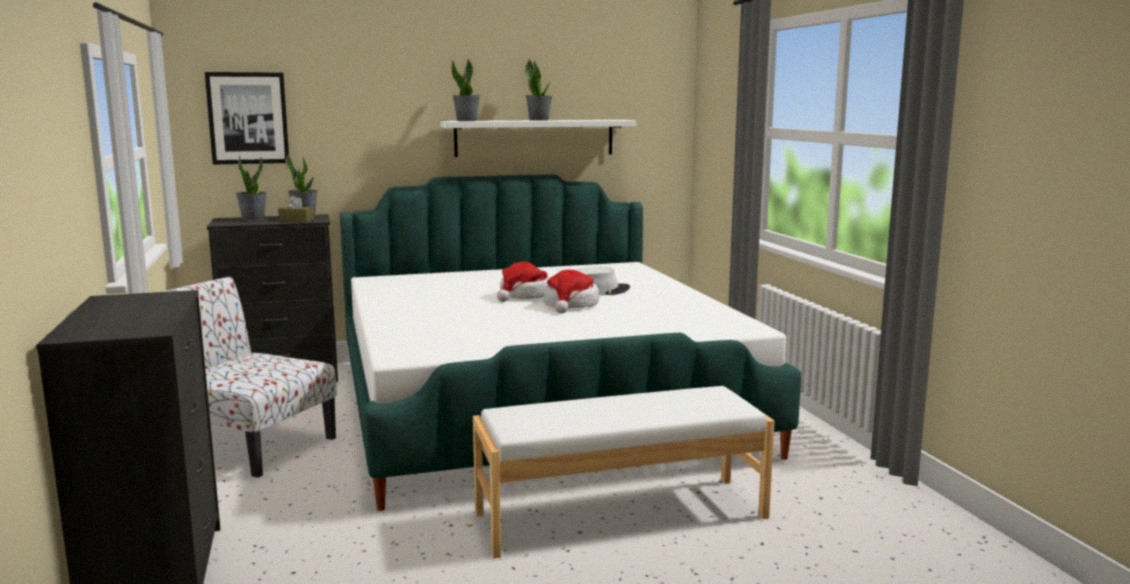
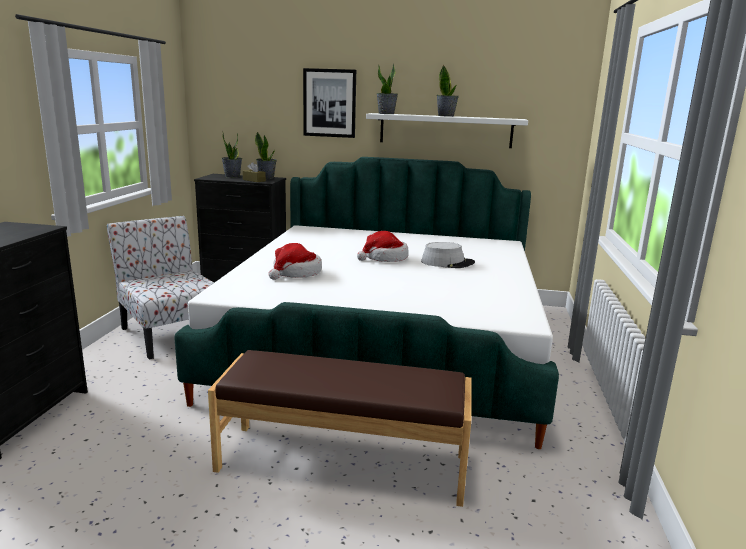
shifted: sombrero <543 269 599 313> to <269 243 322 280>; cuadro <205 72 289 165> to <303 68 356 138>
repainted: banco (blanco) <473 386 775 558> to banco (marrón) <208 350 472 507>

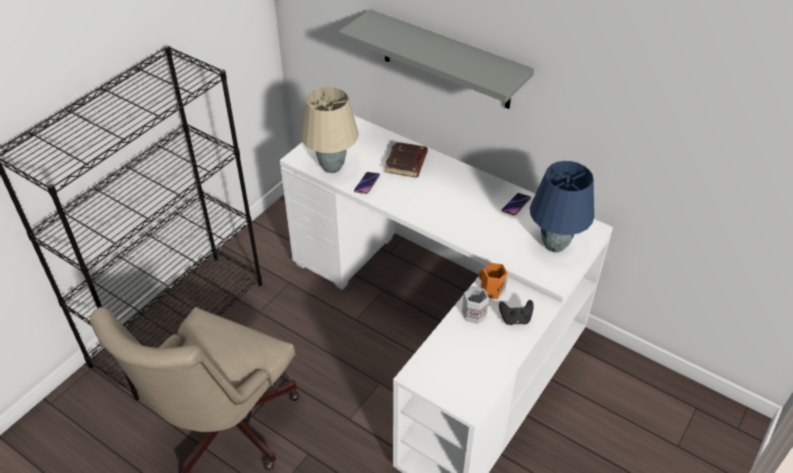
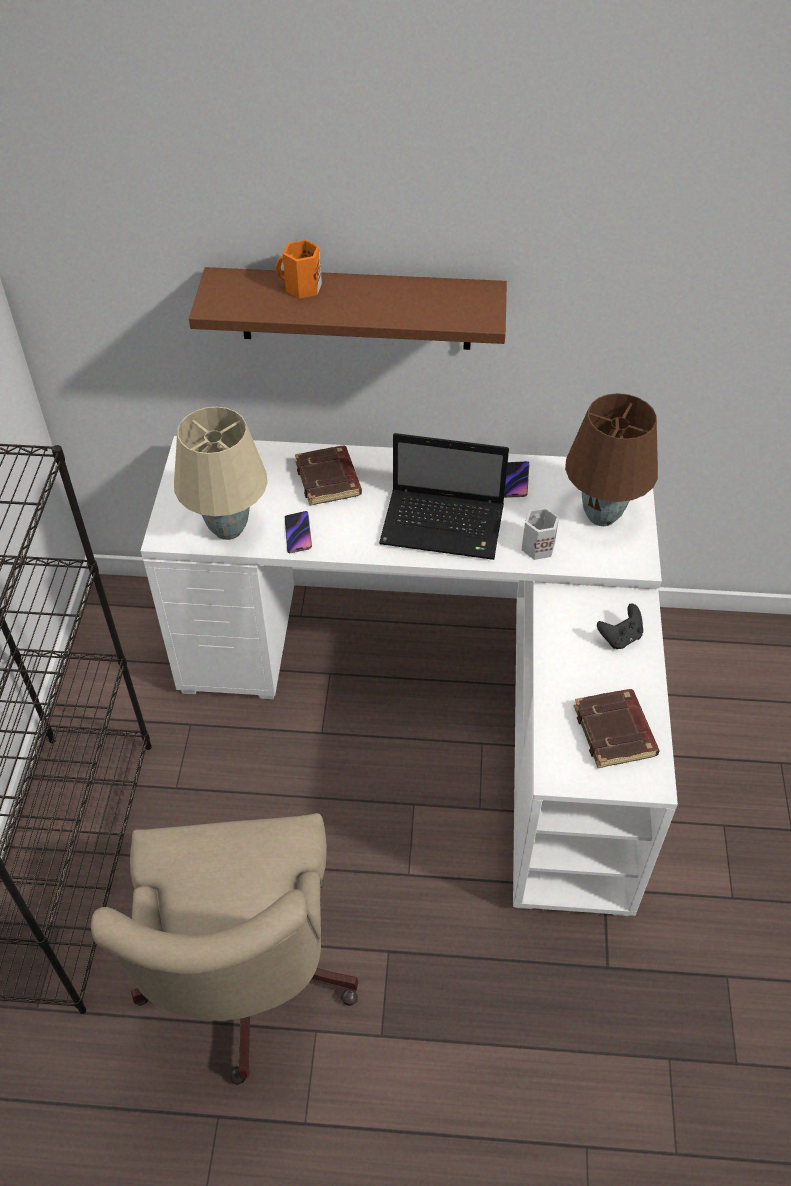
new: portátil <379 433 509 560>; libro (marrón) <574 689 660 768>
shifted: taza grande (naranja) <479 263 508 299> to <275 240 322 299>; taza grande (blanco) <462 286 489 324> to <522 507 559 560>
repainted: estante (gris) <339 9 534 109> to estante (marrón) <189 267 507 350>; lámpara de mesa (azul) <530 161 594 252> to lámpara de mesa (marrón) <565 393 658 526>

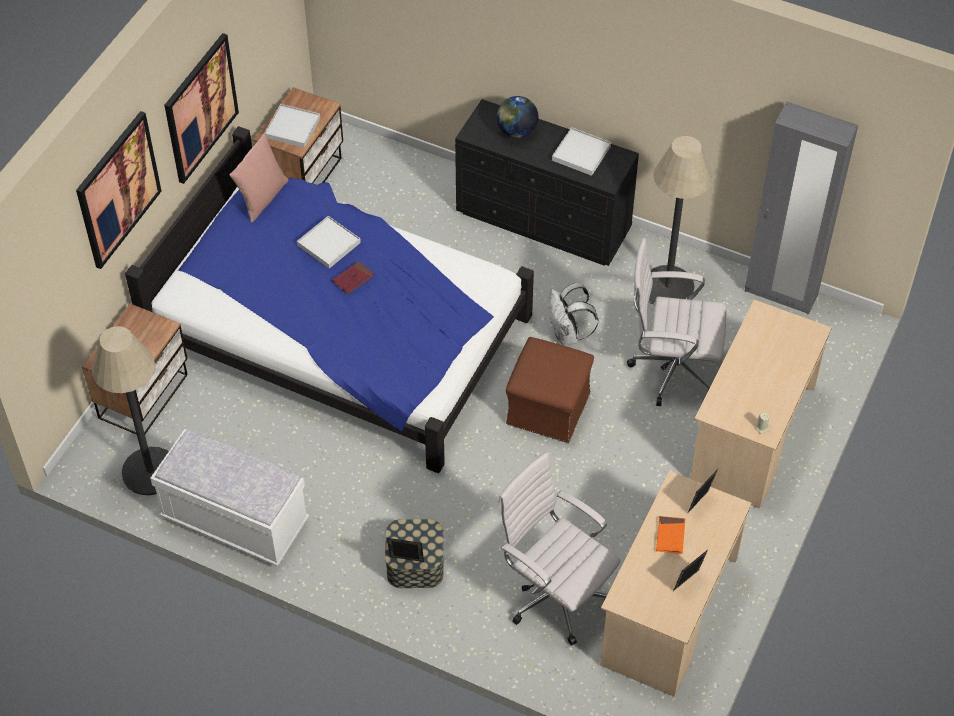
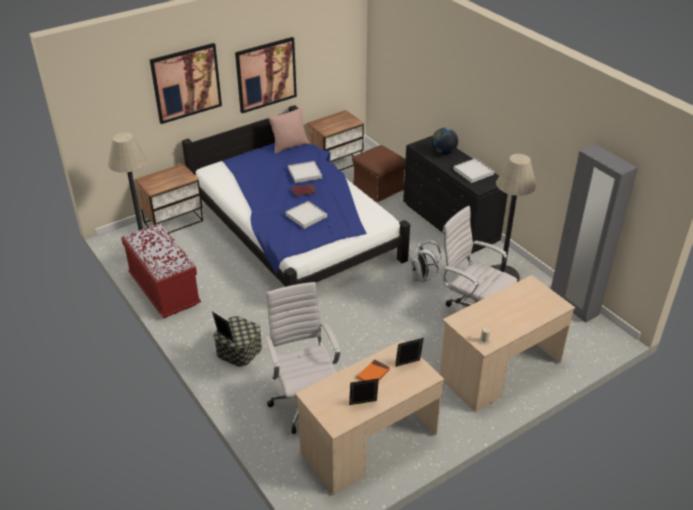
shifted: bandeja (blanco) <265 104 320 148> to <285 201 327 229>; puf (marrón) <506 337 594 443> to <352 145 406 203>
repainted: banco (blanco) <150 429 309 566> to banco (rojo) <121 224 201 318>

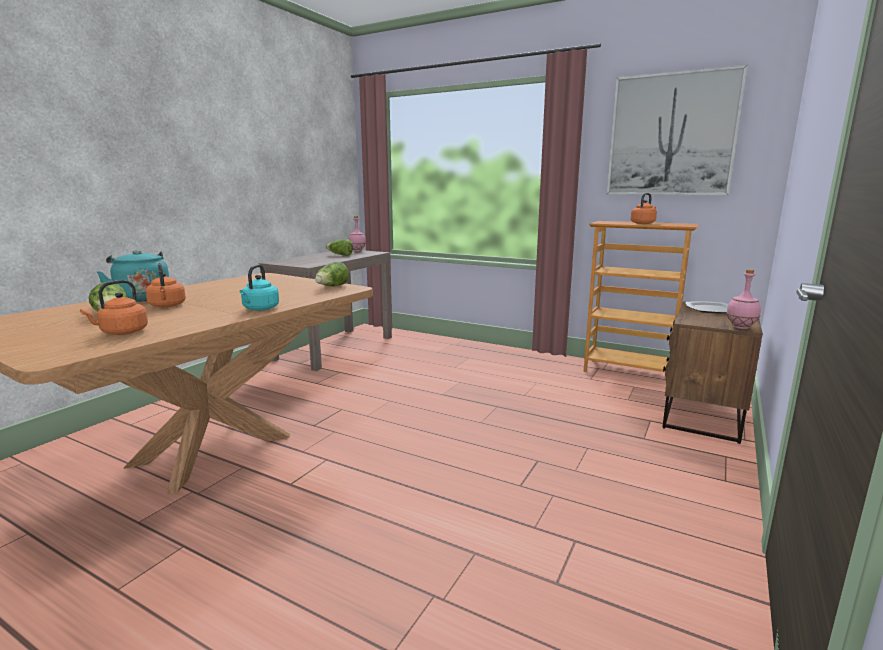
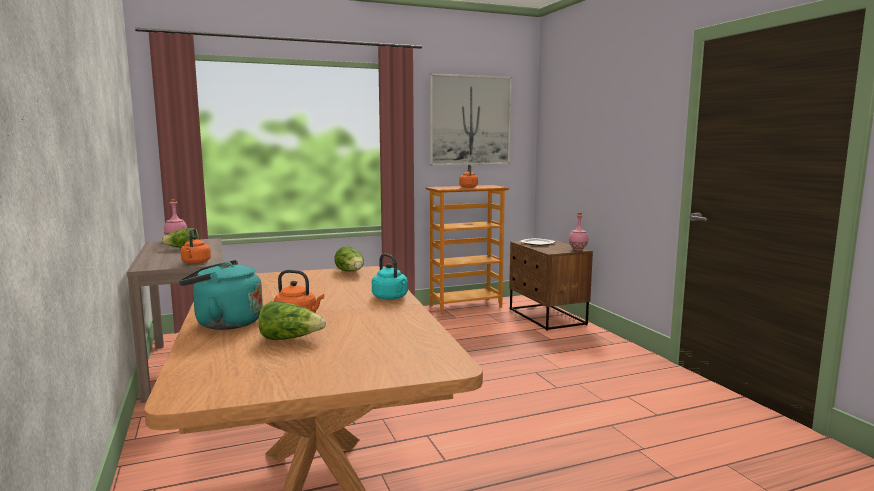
shifted: hervidor (naranja) <80 280 148 335> to <180 228 211 264>

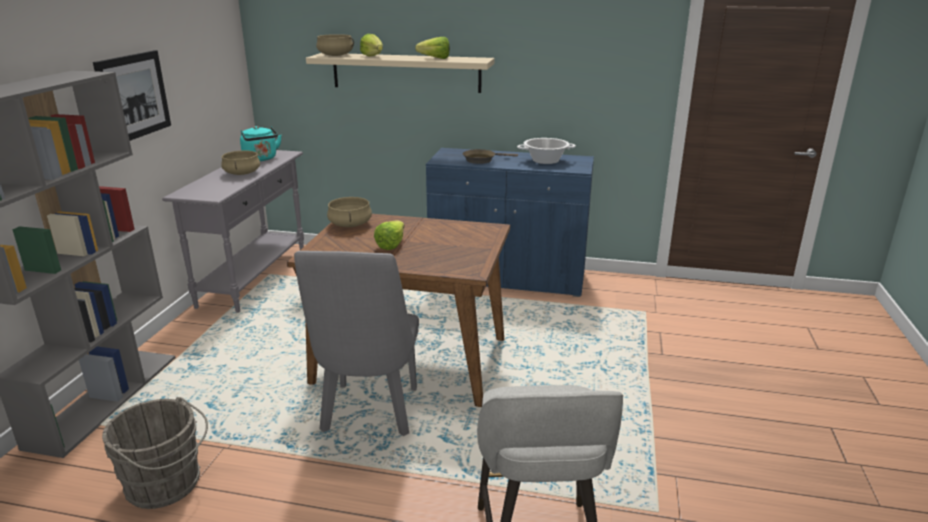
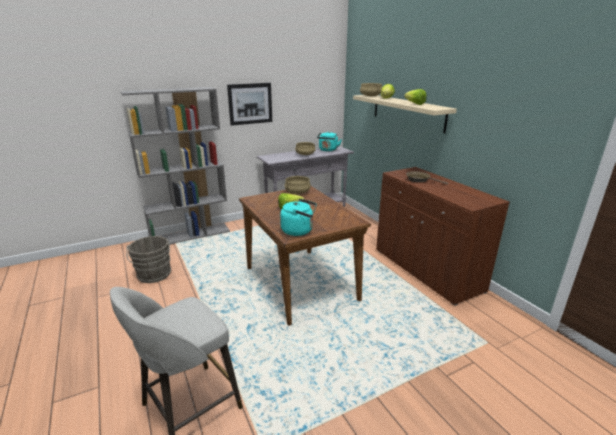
gone: silla (gris) <294 251 419 436>; olla <517 138 576 164>
new: hervidor (turquesa) <280 199 317 236>
repainted: armario (azul) <426 148 594 297> to armario (marrón) <376 167 510 306>

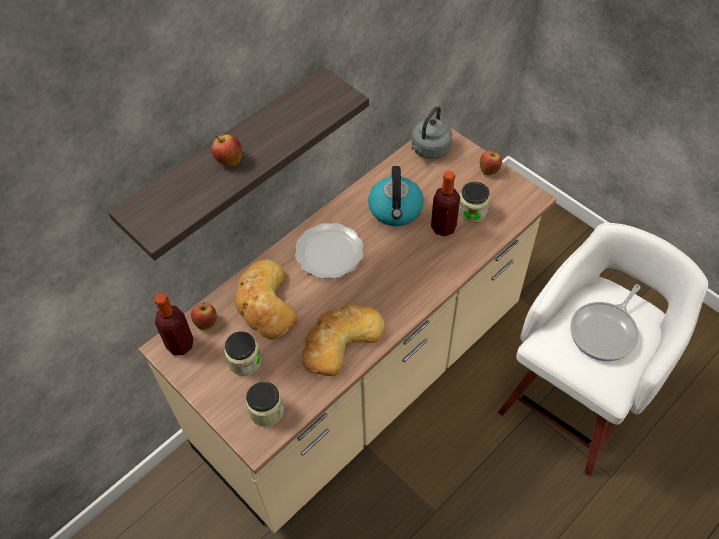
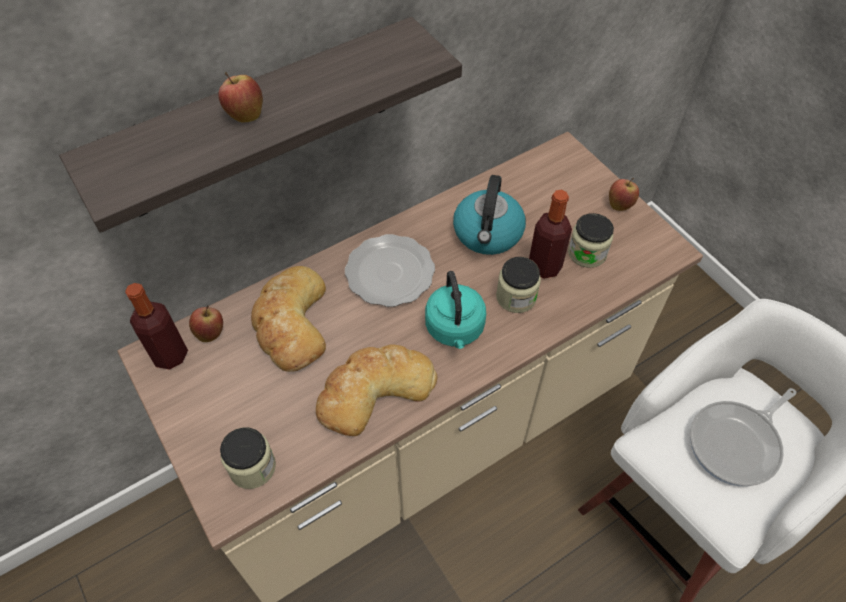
gone: hervidor (gris) <411 106 452 159>
new: hervidor (turquesa) <425 271 486 349>
shifted: tarro <224 331 261 376> to <496 257 541 313>

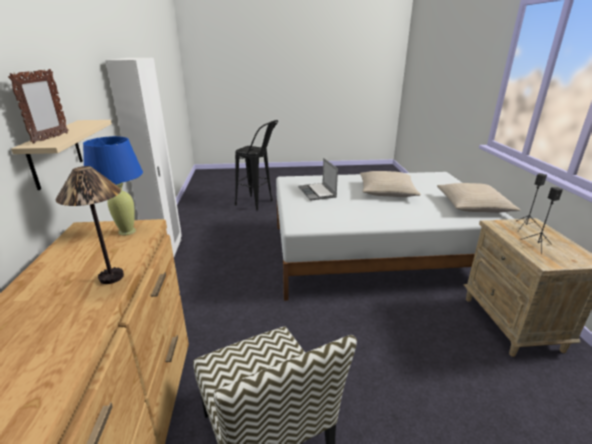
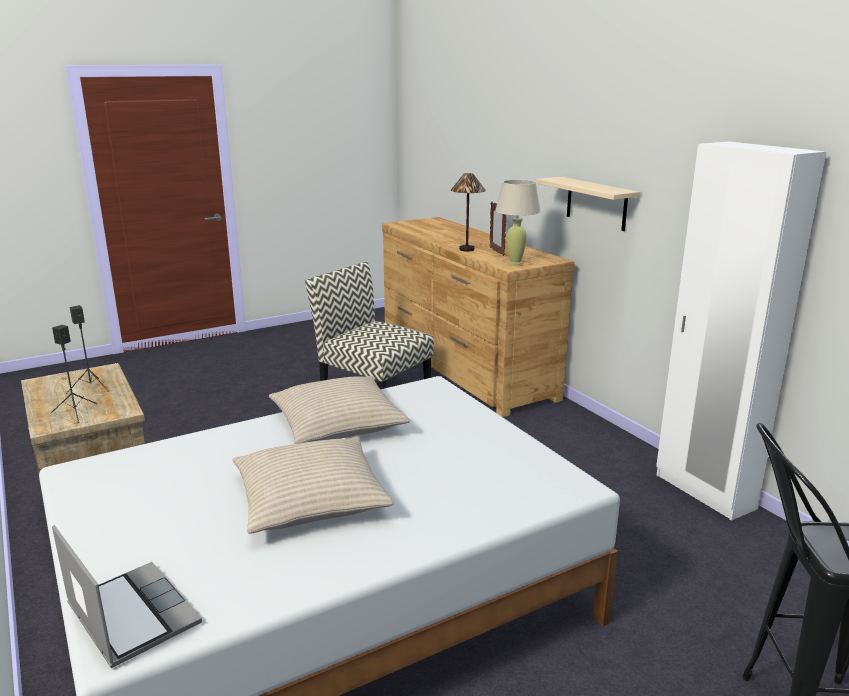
shifted: portátil <298 158 338 201> to <52 525 202 668>; cojín (beis) <437 183 520 213> to <269 376 410 444>; portarretratos <8 69 69 144> to <490 201 506 256>
repainted: lámpara de mesa (azul) <83 136 143 235> to lámpara de mesa (beis) <495 180 541 265>

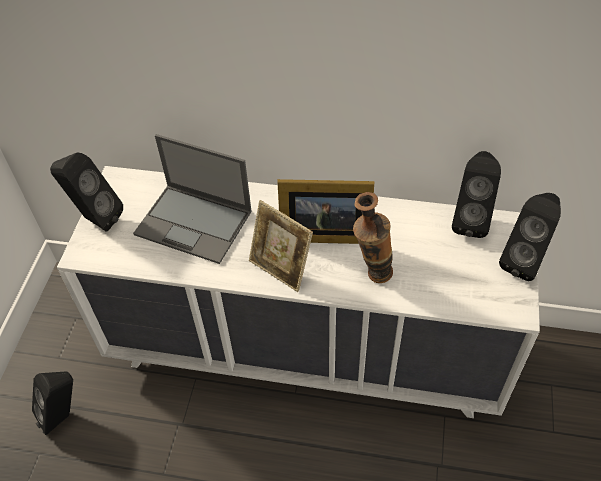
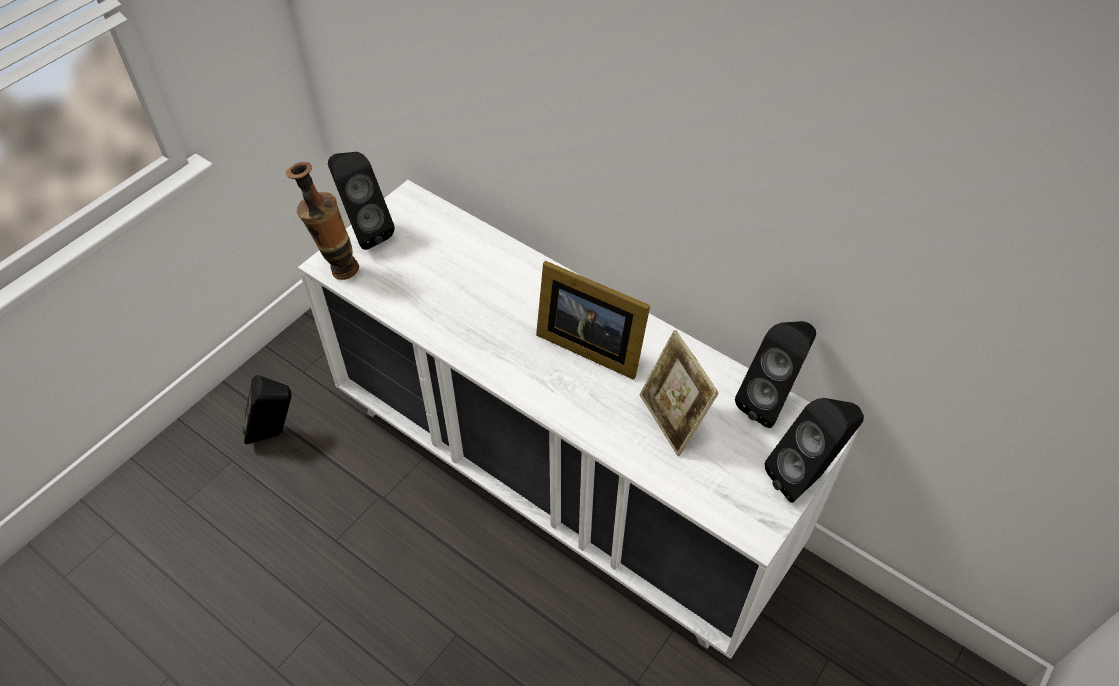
gone: portátil <133 134 252 264>
shifted: florero <353 192 393 283> to <286 162 359 280>; portarretratos <249 200 313 292> to <640 330 719 456>

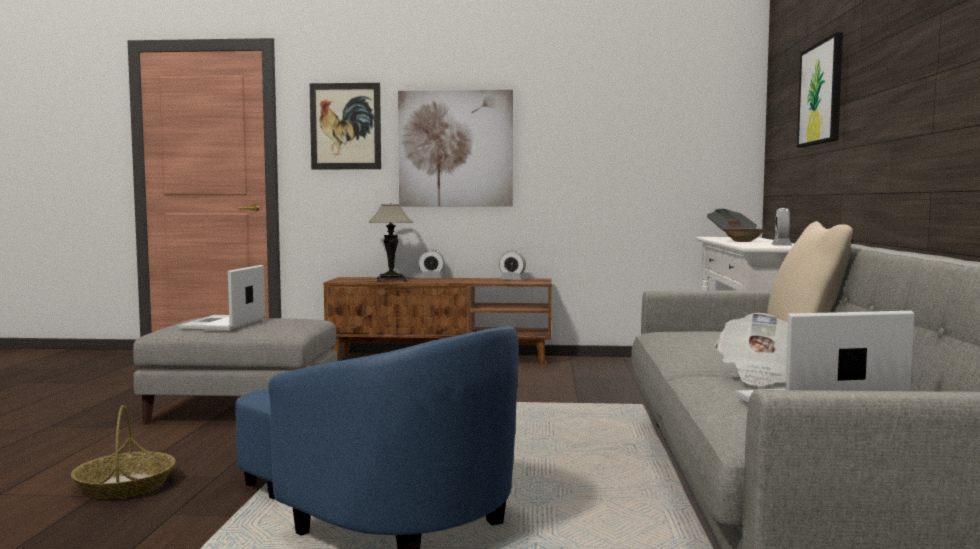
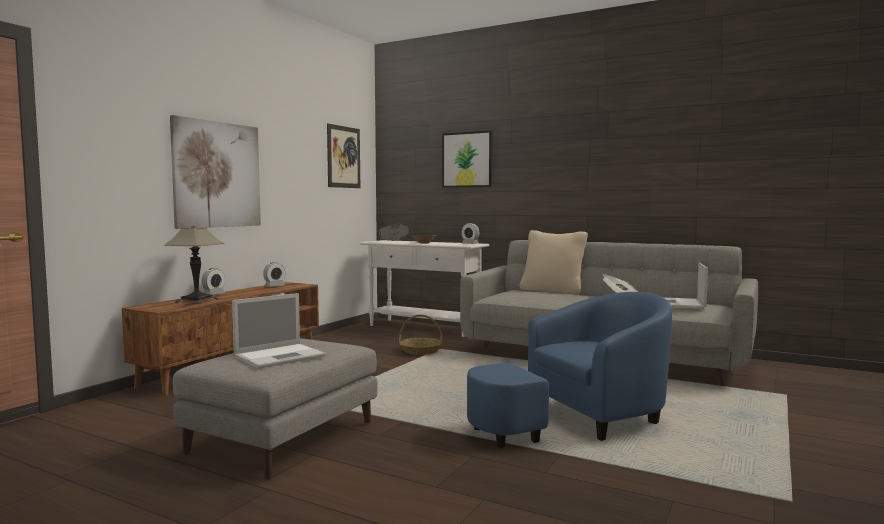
shifted: cuadro <310 83 381 169> to <327 123 360 188>; cesta <71 405 176 499> to <399 314 443 355>
rotated: portátil <178 265 265 330> = <232 293 326 369> 75 degrees counterclockwise

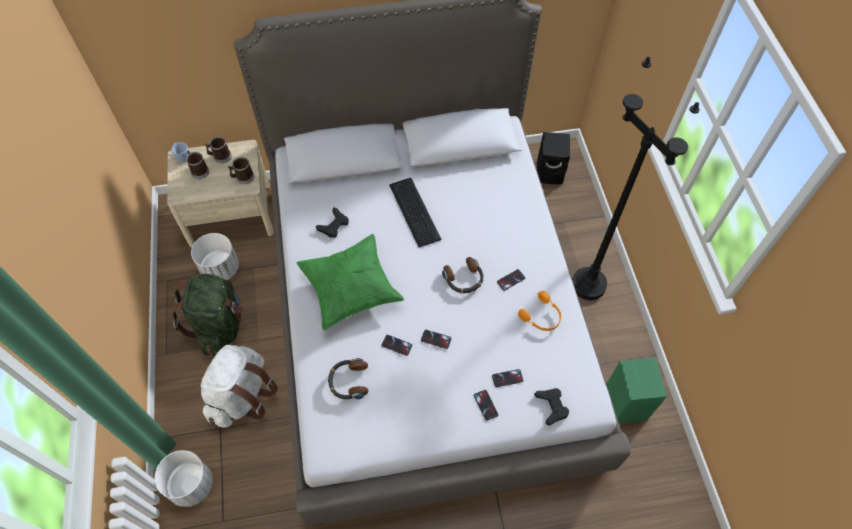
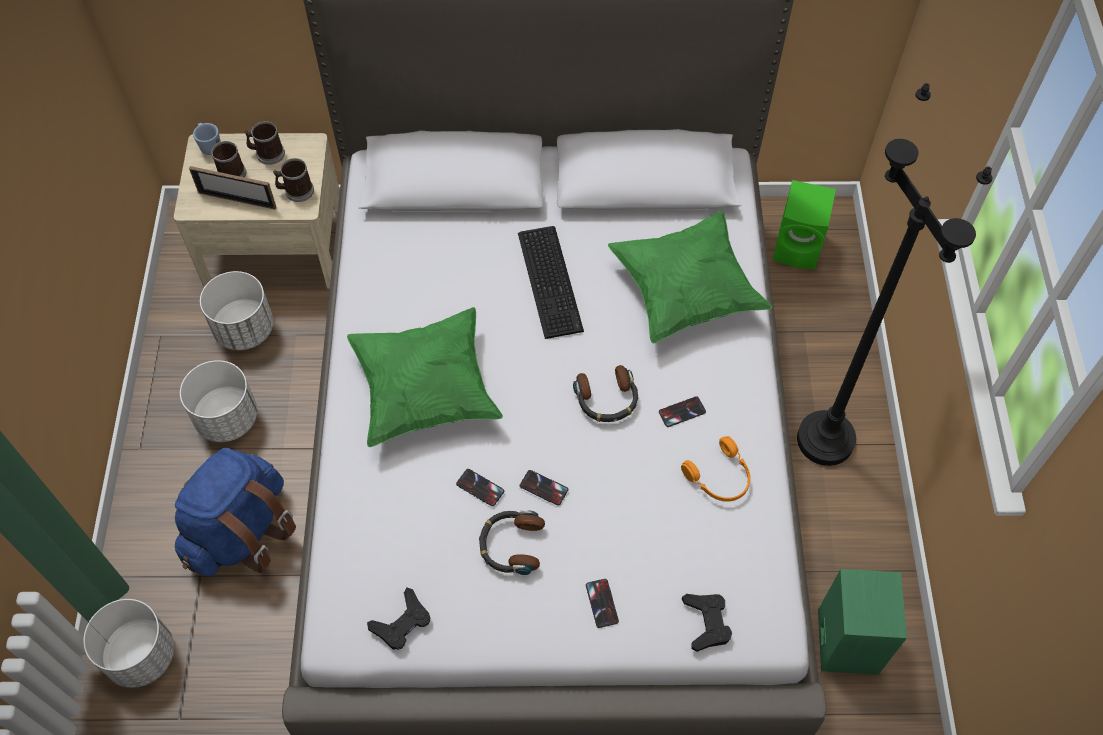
gone: móvil <492 369 524 387>
new: portarretratos <189 166 276 210>; cojín (verde) <608 211 772 343>
shifted: mando de consola (negro) <316 207 349 238> to <367 587 430 650>; auriculares <328 358 368 399> to <479 511 545 575>
swapped: mochila (verde) <173 274 244 356> to maceta (blanco) <180 360 257 442>
repainted: mochila (blanco) <201 345 278 428> to mochila (azul) <174 448 296 576>; altavoz (negro) <537 132 570 184> to altavoz (verde) <773 180 836 269>

